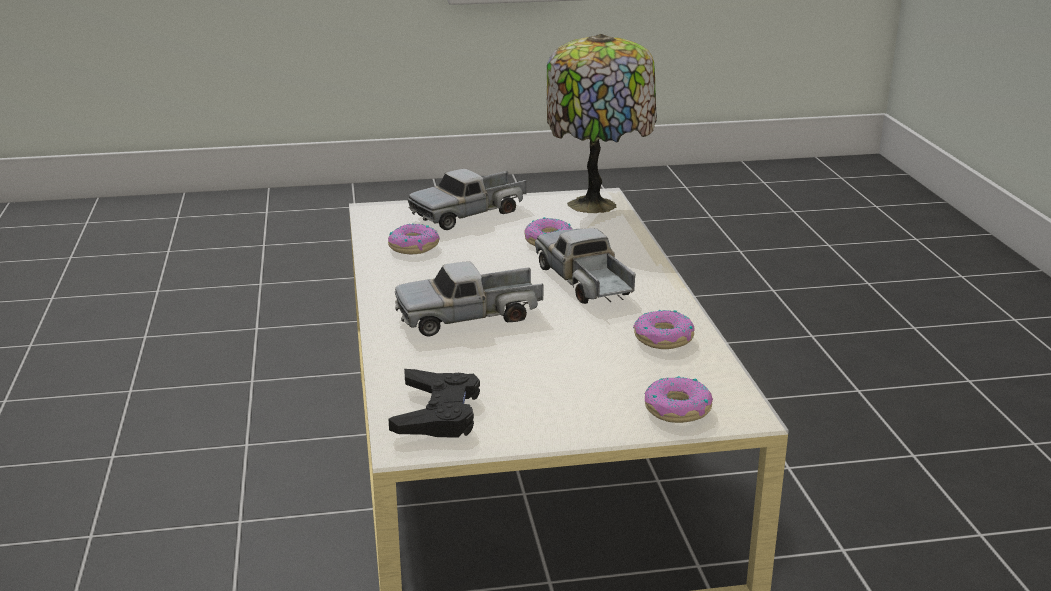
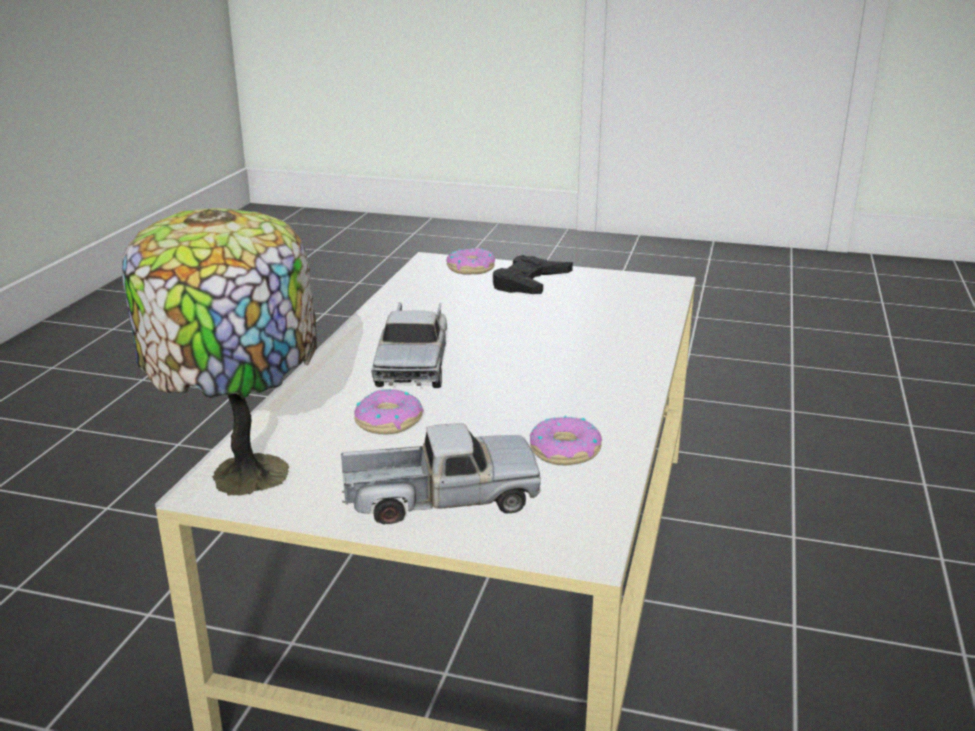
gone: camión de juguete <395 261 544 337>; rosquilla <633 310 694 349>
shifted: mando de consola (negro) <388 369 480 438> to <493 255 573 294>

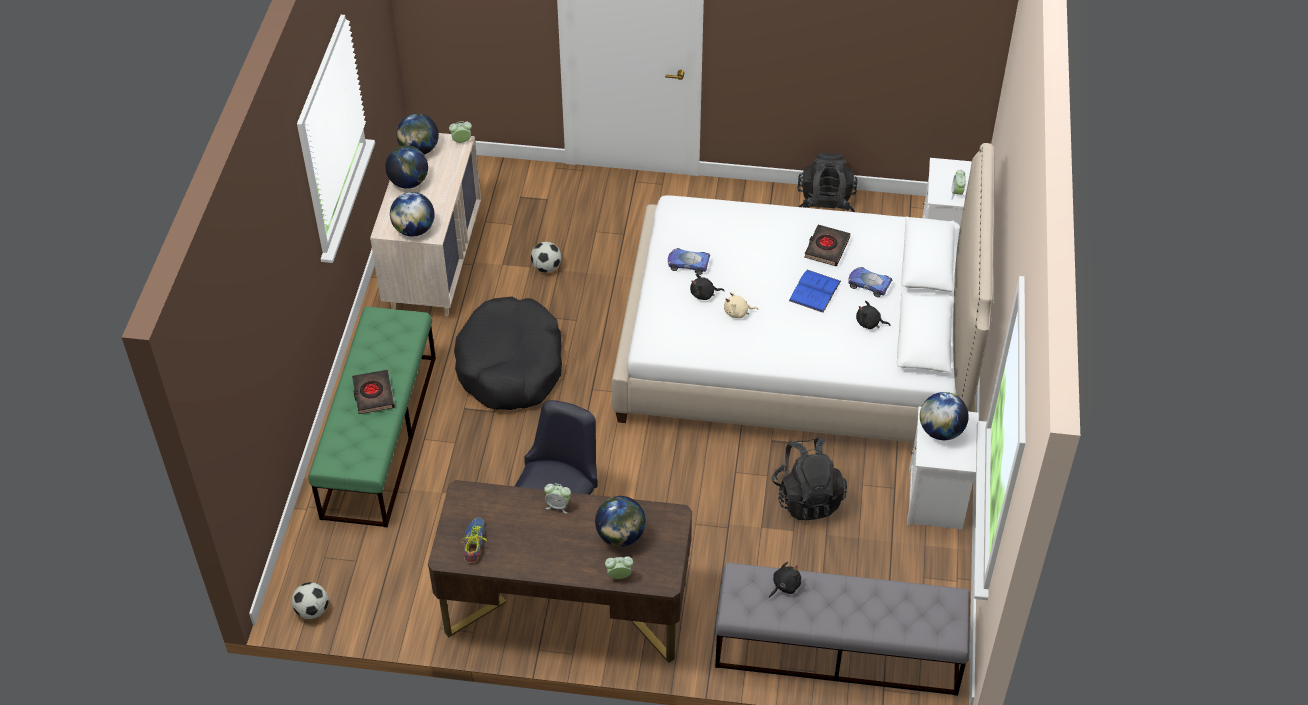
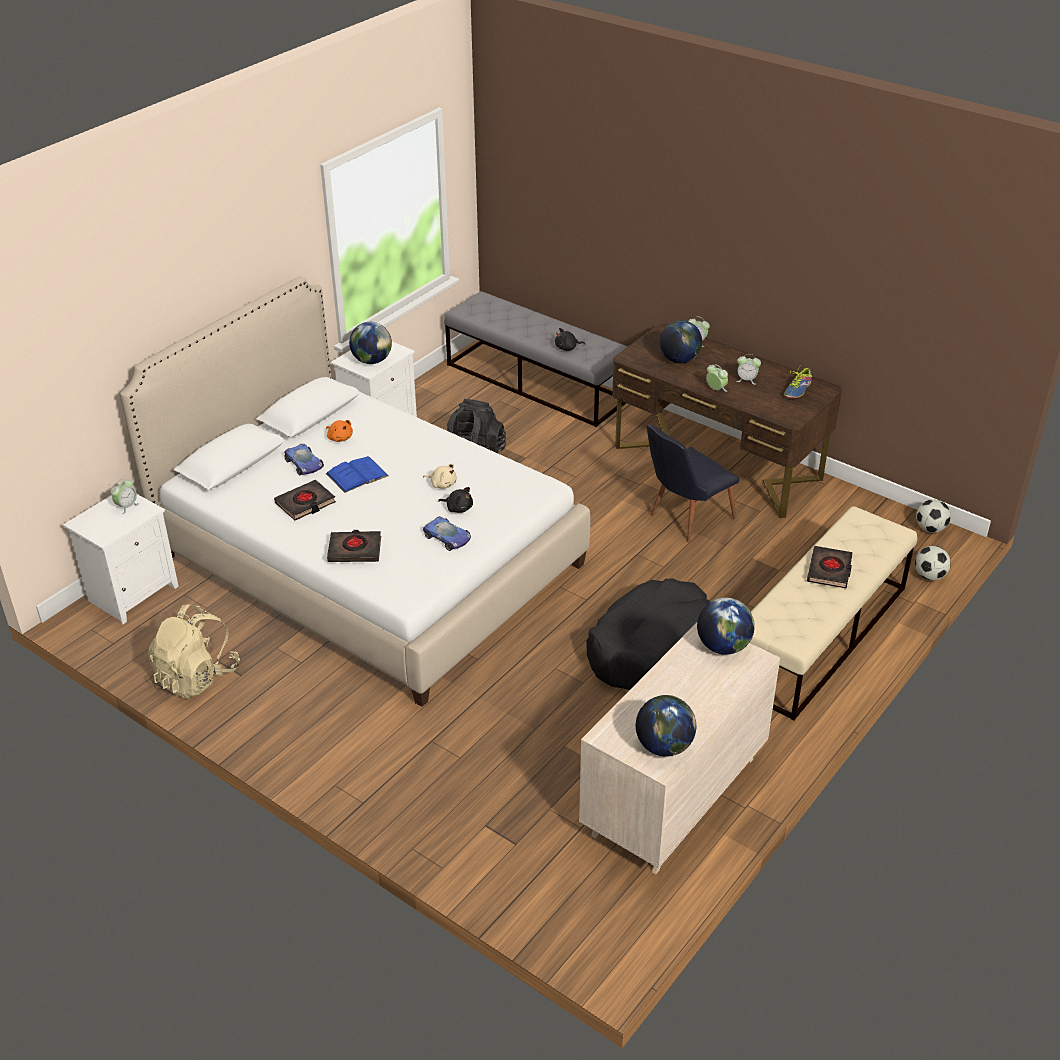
gone: globo terráqueo <385 146 428 189>
new: libro (negro) <327 530 381 562>
shifted: despertador <449 121 472 143> to <736 354 761 385>; balón de fútbol <531 242 561 273> to <915 546 951 581>
repainted: mochila (negro) <798 153 858 212> to mochila (beis) <148 604 240 698>; peluche (negro) <856 301 891 329> to peluche (naranja) <326 420 353 442>; banco (verde) <308 307 436 527> to banco (beis) <749 506 917 721>

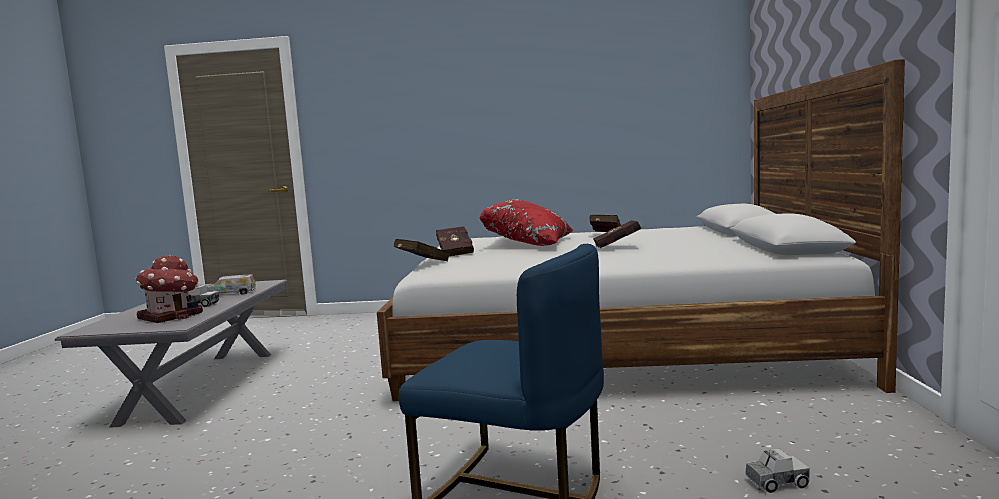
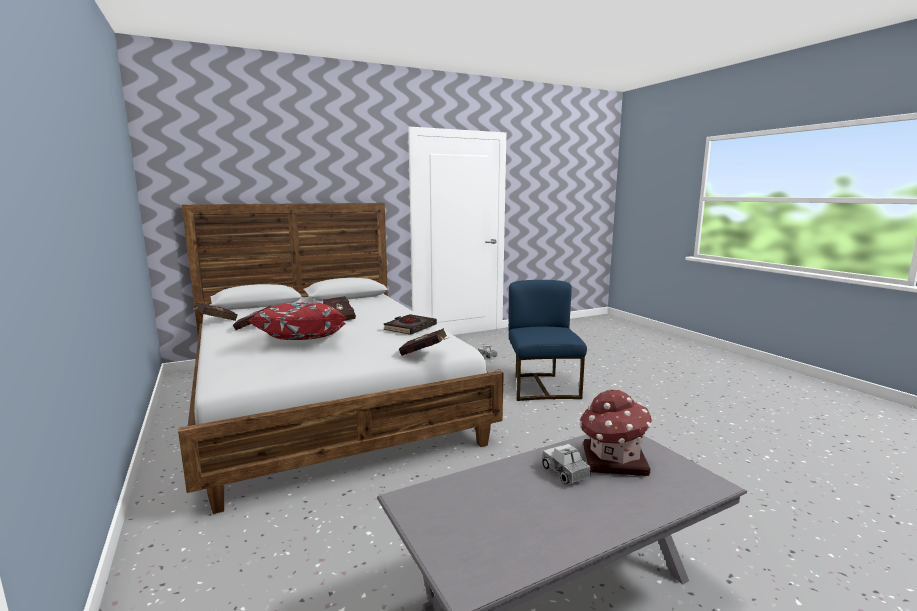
gone: camión de juguete <207 274 256 294>
new: libro (negro) <383 314 437 335>
shifted: libro (rojo) <436 226 474 256> to <190 302 238 321>

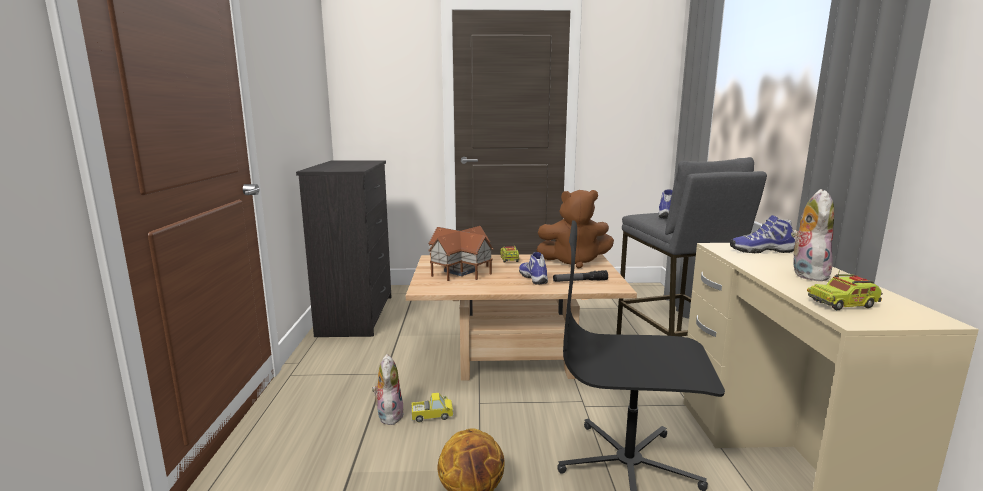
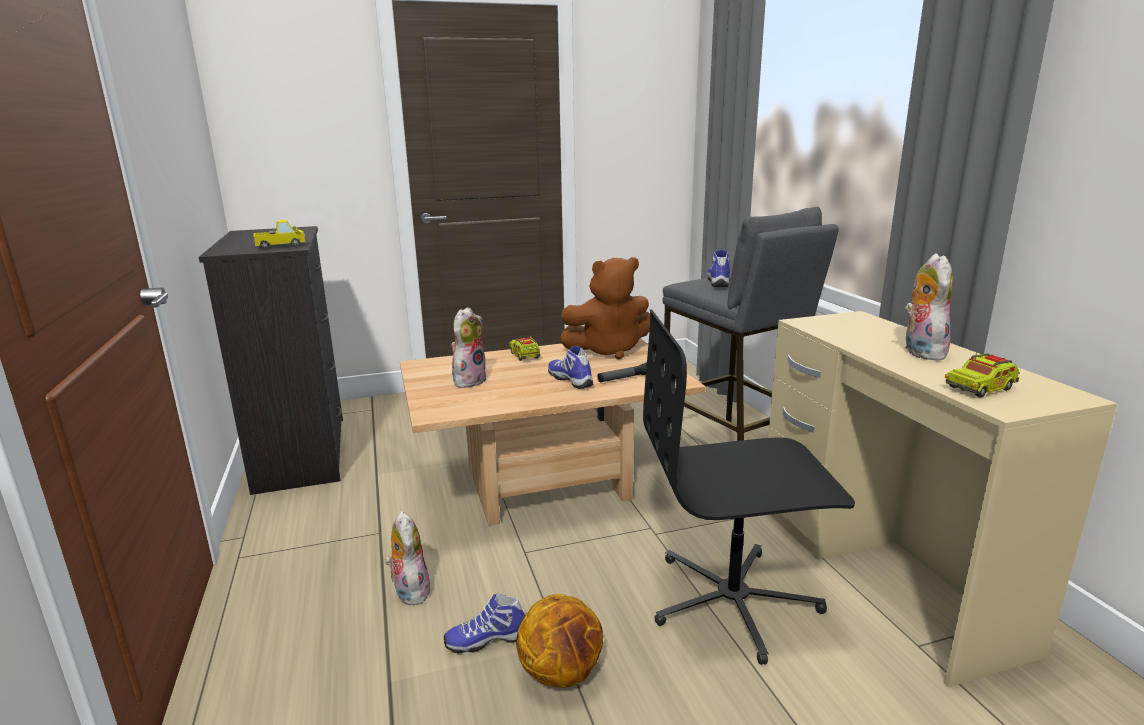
shifted: camión de juguete <411 393 453 423> to <253 220 306 249>; zapato <730 215 795 253> to <444 594 525 654>
swapped: casita <428 226 494 281> to peluche <451 307 487 388>

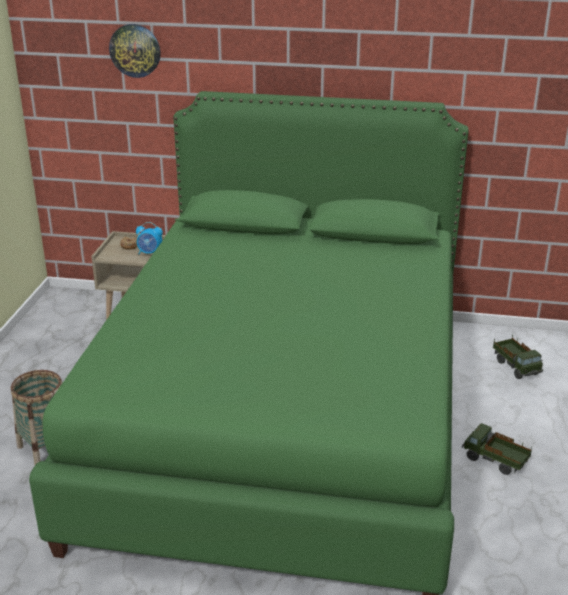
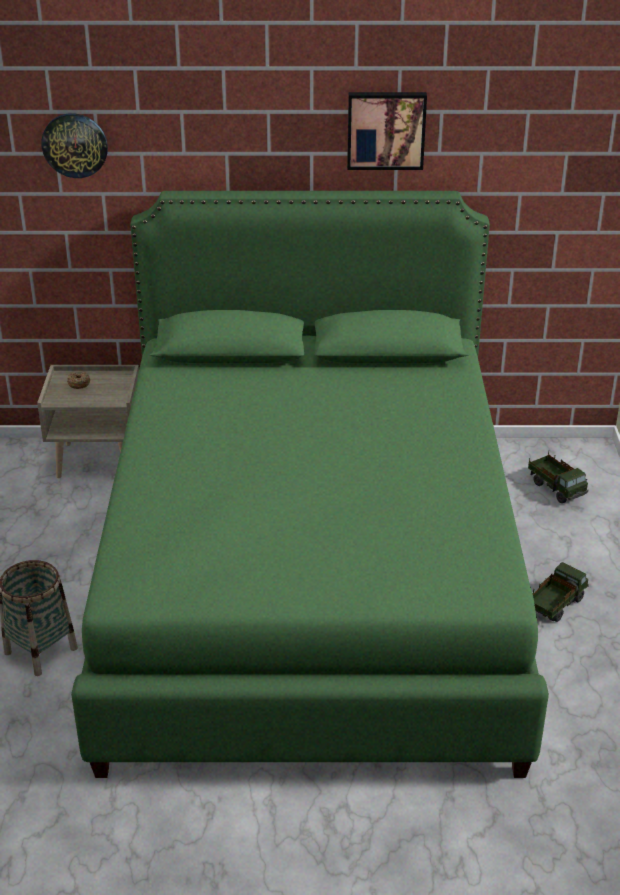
gone: despertador <136 222 163 254>
new: cuadro <347 92 427 170>
rotated: camión de juguete <462 423 532 475> = <533 562 589 622> 105 degrees clockwise

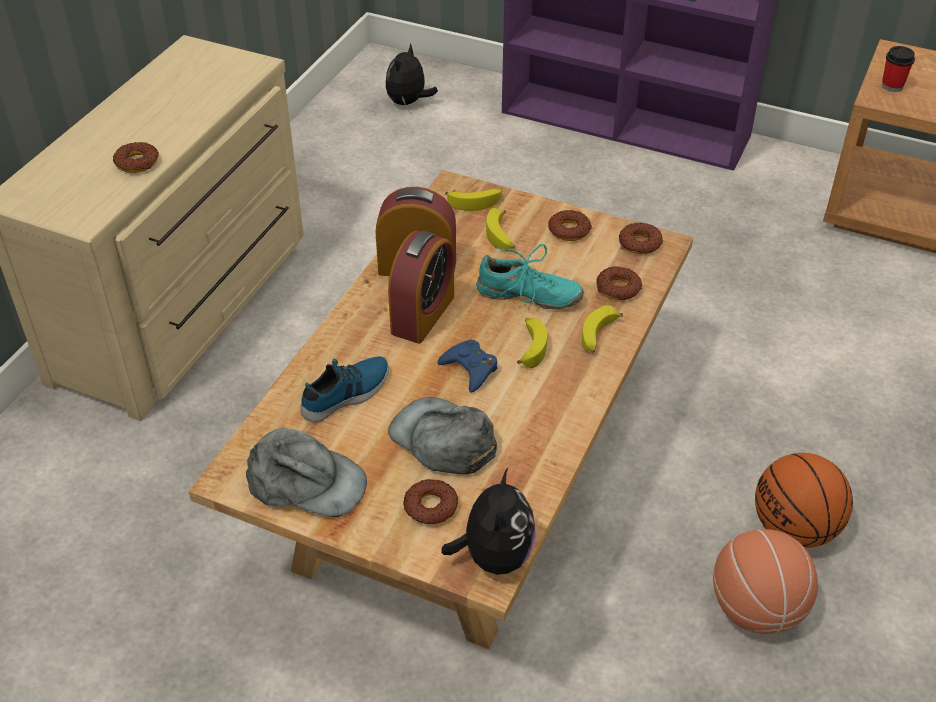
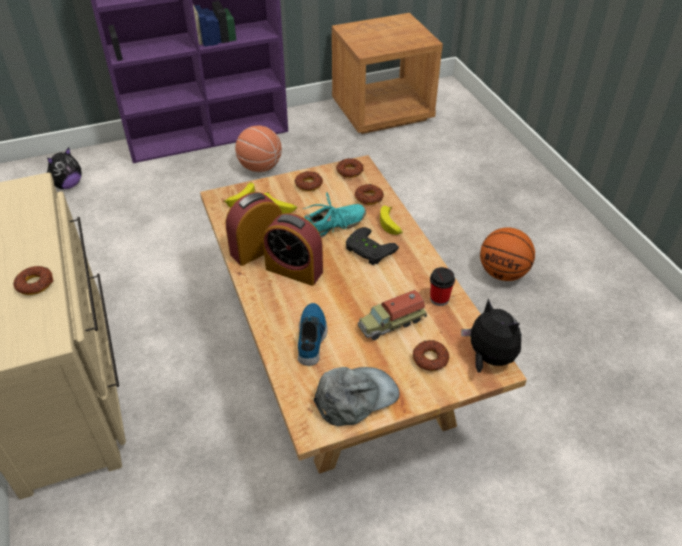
gone: mando de consola (azul) <437 339 497 393>
shifted: balón de baloncesto <713 529 818 634> to <235 125 282 172>; taza <882 46 915 92> to <430 267 455 306>
swapped: plátano <517 318 547 368> to mando de consola (negro) <346 227 399 265>; gorra (gris) <388 397 497 474> to camión de juguete <358 290 427 340>
rotated: peluche <386 43 438 105> = <47 147 82 189> 120 degrees counterclockwise; despertador <388 230 454 344> = <263 213 323 286> 135 degrees clockwise

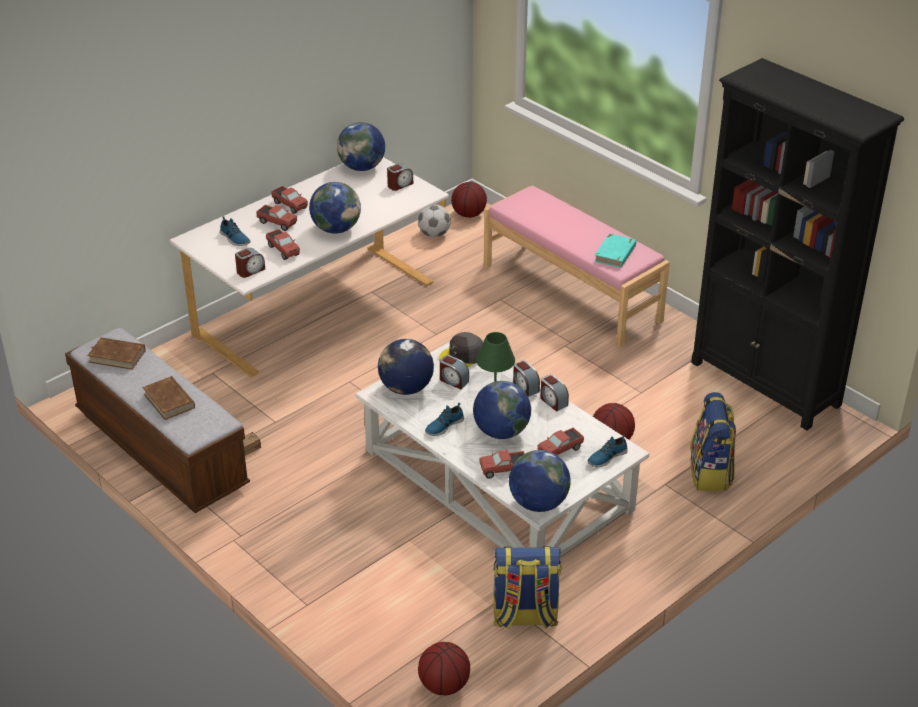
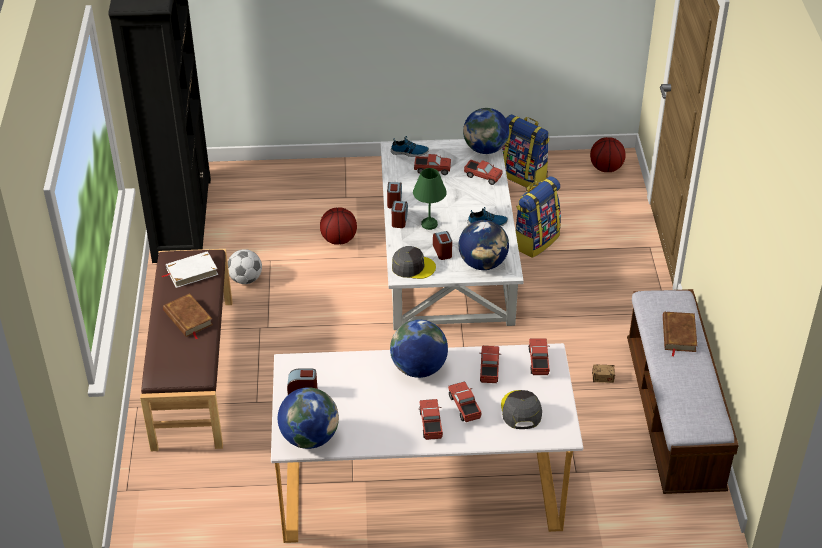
gone: balón de baloncesto <451 182 487 218>; globo terráqueo <473 381 531 439>
shifted: libro (marrón) <87 337 146 370> to <163 293 213 339>; balón de fútbol <418 205 451 238> to <228 249 262 284>; mochila <690 392 736 491> to <515 176 561 258>
swapped: zapato <220 216 251 246> to gorra (gris) <501 390 542 429>; despertador <235 248 265 278> to camión de juguete <528 338 550 375>
repainted: banco (rosa) <484 186 670 348> to banco (marrón) <140 249 232 451>; libro (turquesa) <594 233 636 268> to libro (blanco) <162 251 218 288>

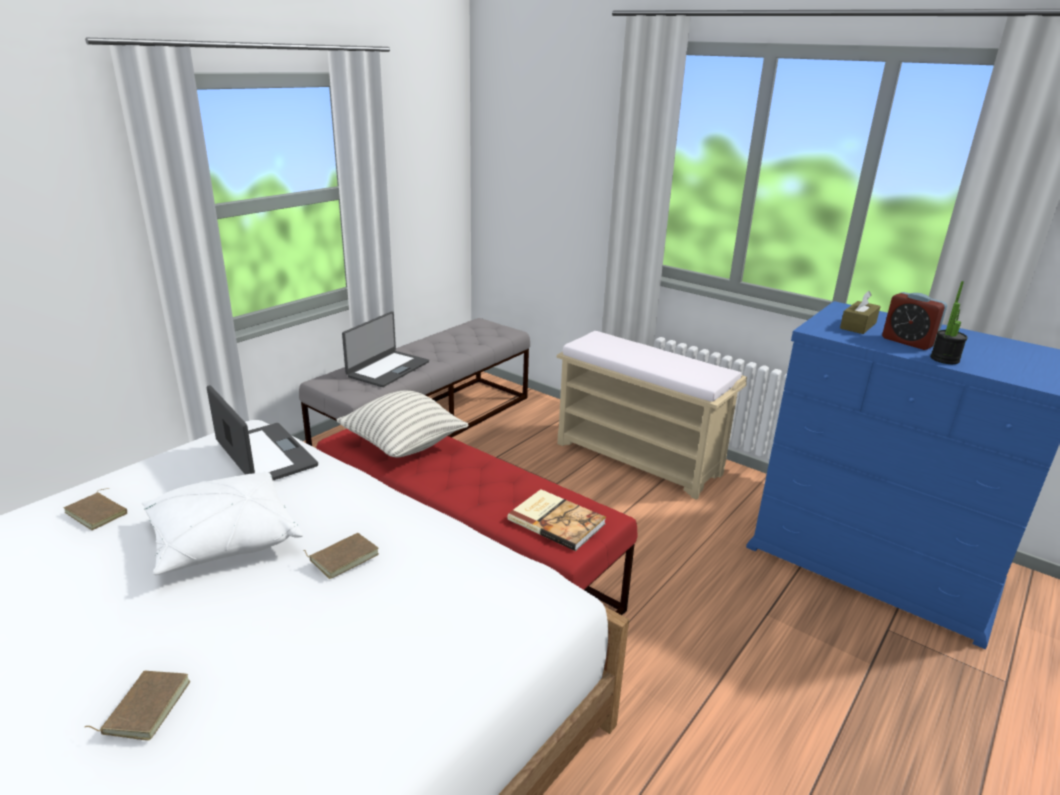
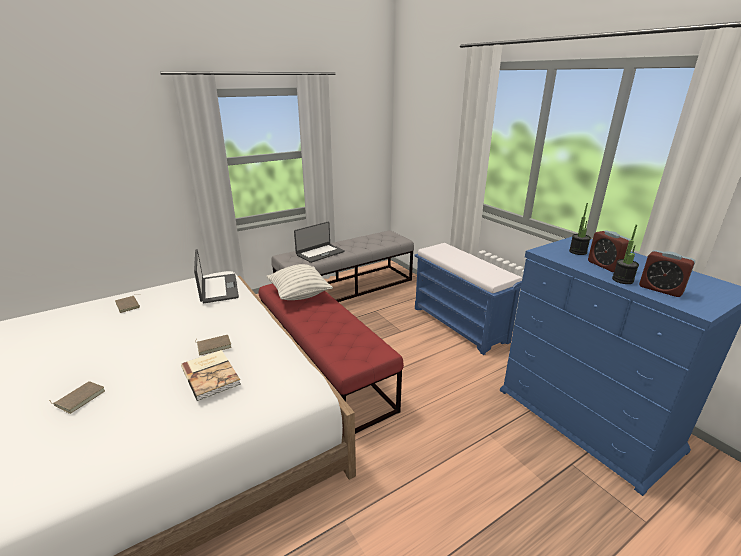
gone: cojín (blanco) <142 471 303 575>
new: despertador <639 250 695 297>
shifted: libro <507 489 606 551> to <181 350 241 401>
swapped: caja de pañuelos (marrón) <840 291 881 334> to planta en maceta <569 203 591 255>
repainted: banco (beis) <557 331 747 500> to banco (azul) <414 243 522 355>

